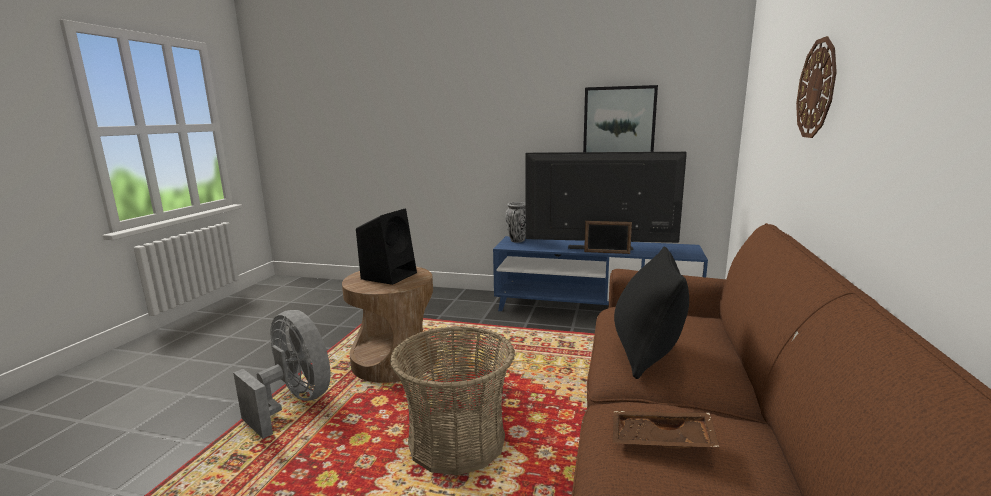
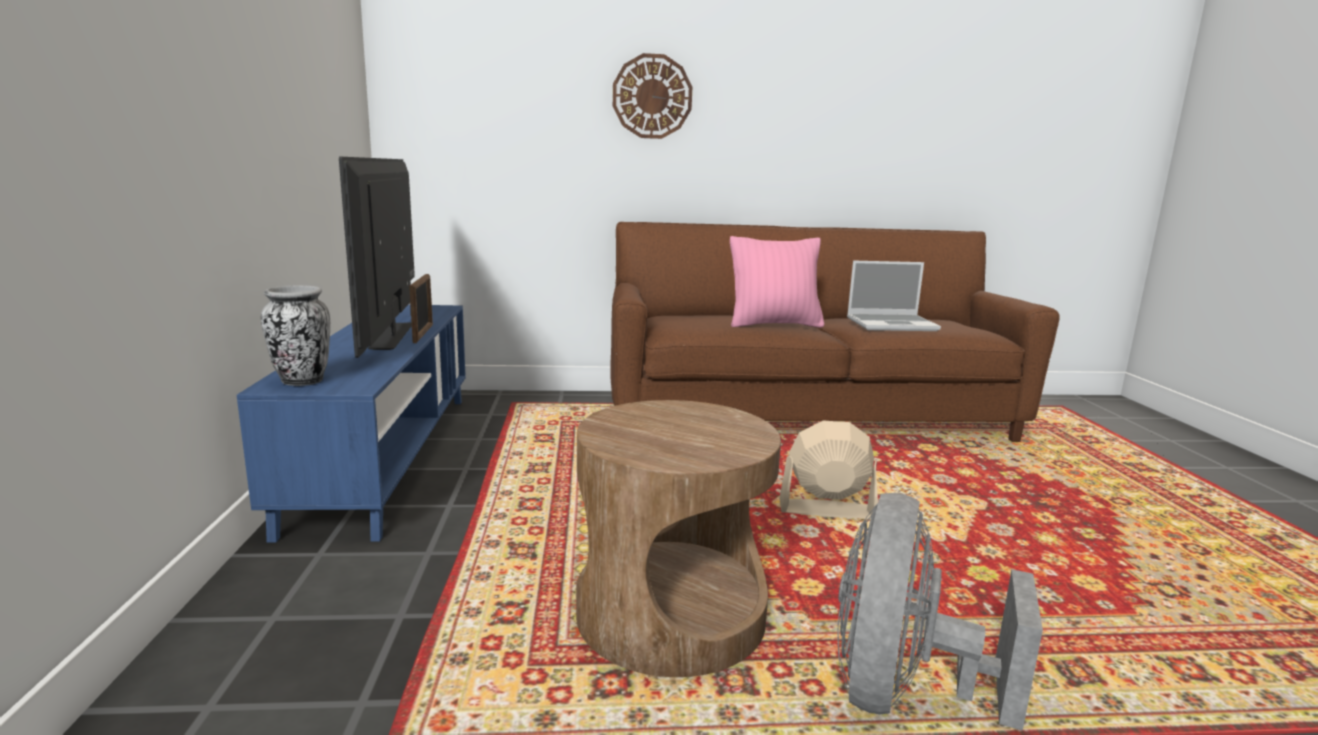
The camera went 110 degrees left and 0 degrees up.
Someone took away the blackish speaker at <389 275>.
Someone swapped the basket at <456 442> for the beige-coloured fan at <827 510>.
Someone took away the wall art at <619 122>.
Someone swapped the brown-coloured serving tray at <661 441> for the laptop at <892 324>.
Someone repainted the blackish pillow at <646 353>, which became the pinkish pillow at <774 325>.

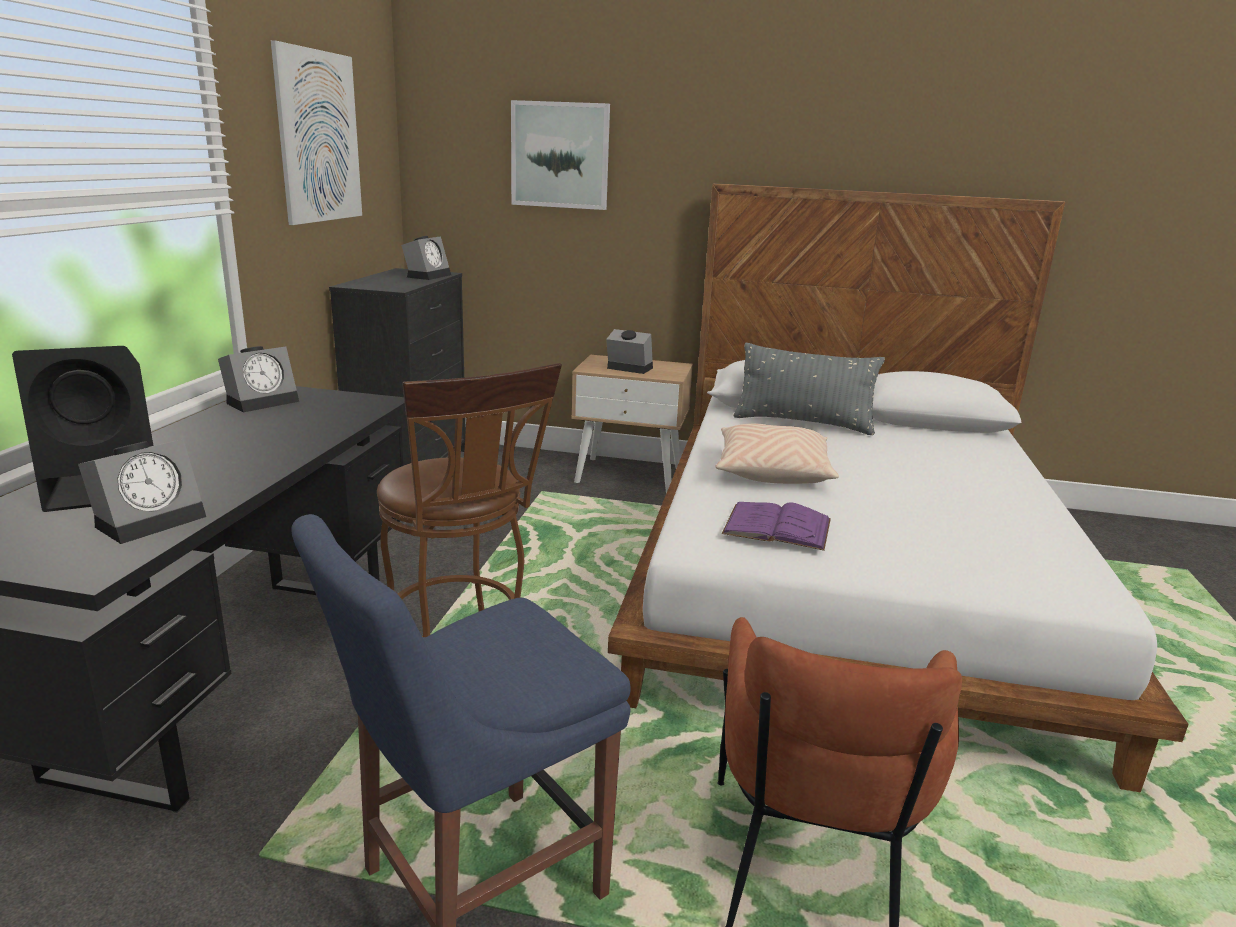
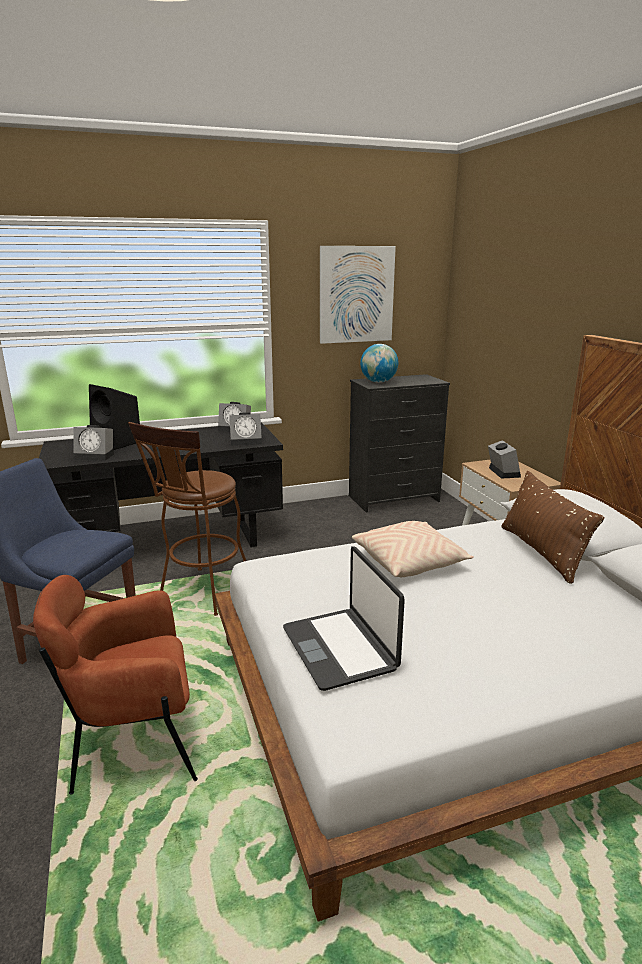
The camera went 60 degrees right and 0 degrees up.
Someone carried the table clock from <428 275> to <247 441>.
Someone took away the wall art at <560 155>.
Someone took away the purplish volume at <777 526>.
Someone repainted the gray pillow at <803 423>, which became the brown-coloured pillow at <541 552>.
Someone put down the laptop at <340 648>.
Someone put down the world globe at <378 382>.

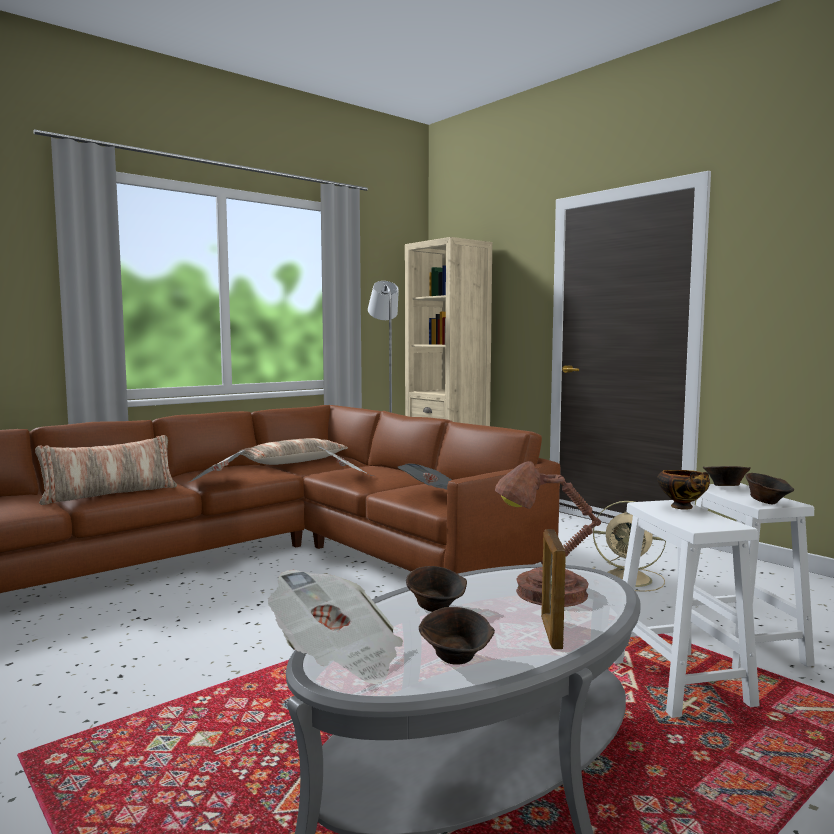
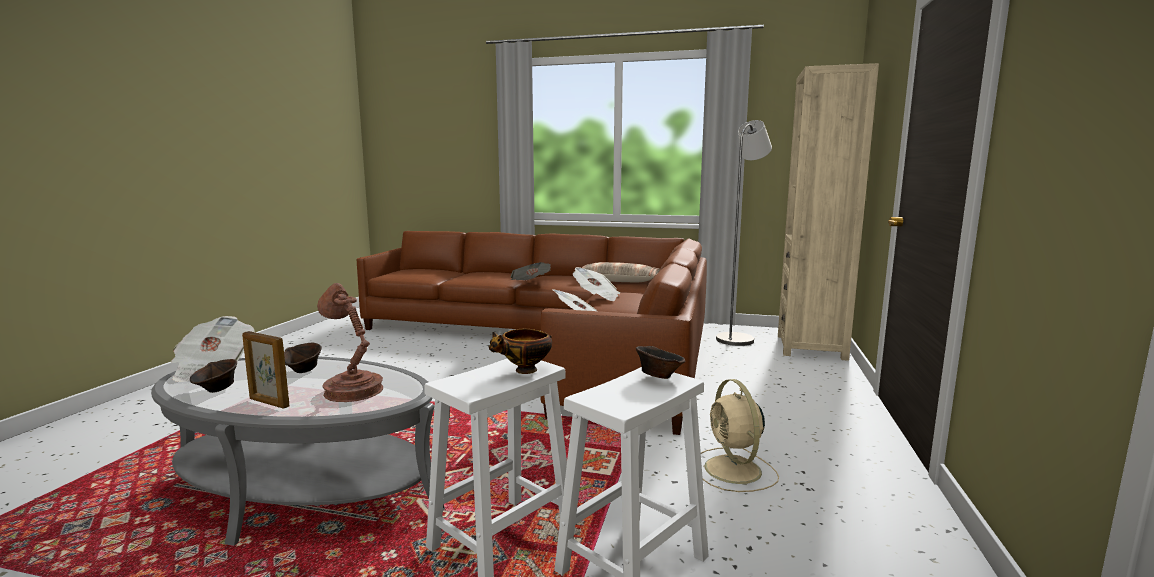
The camera went 55 degrees right and 5 degrees up.
Someone took away the pillow at <109 494>.
Someone rotated the standing frame at <551 633> by 120 degrees counterclockwise.
Someone took away the brown-coloured serving bowl at <767 502>.

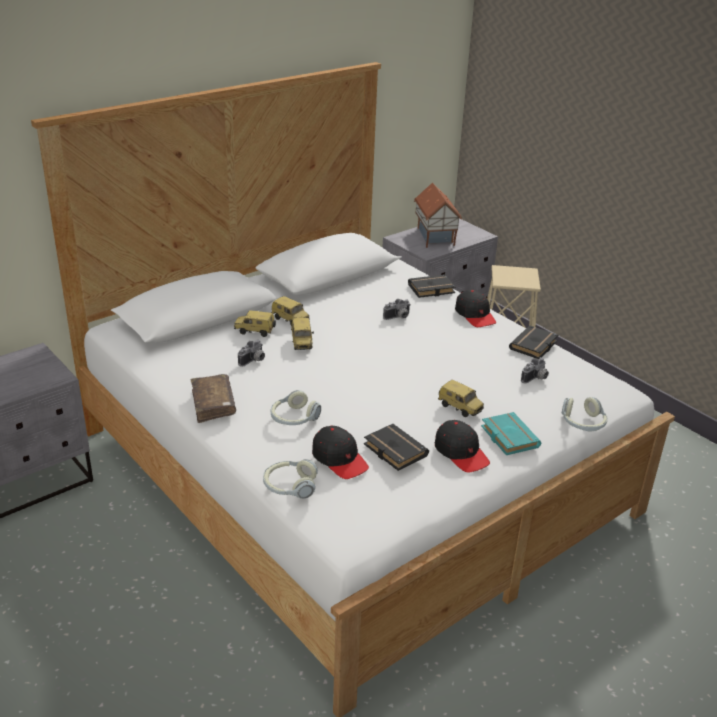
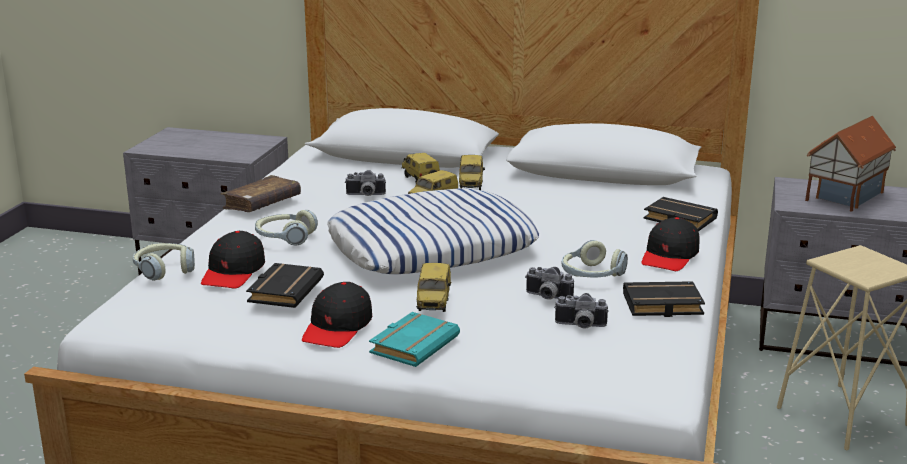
The camera went 55 degrees right and 10 degrees down.
Someone carried the photo camera from <398 317> to <547 297>.
Someone carried the pair of headphones from <582 423> to <591 275>.
Someone put down the pillow at <431 247>.

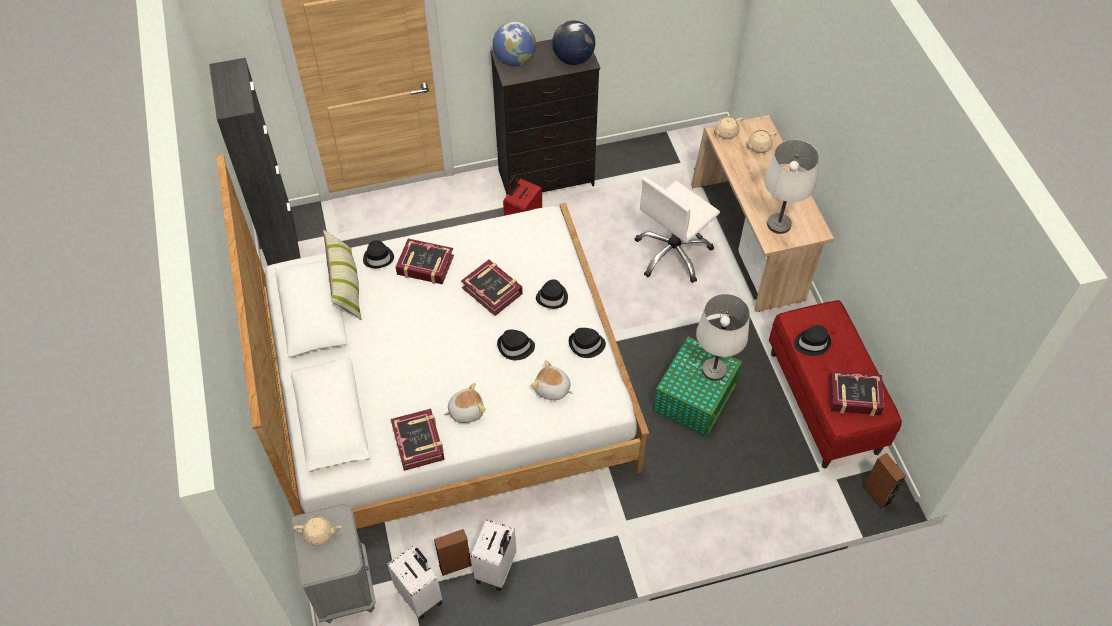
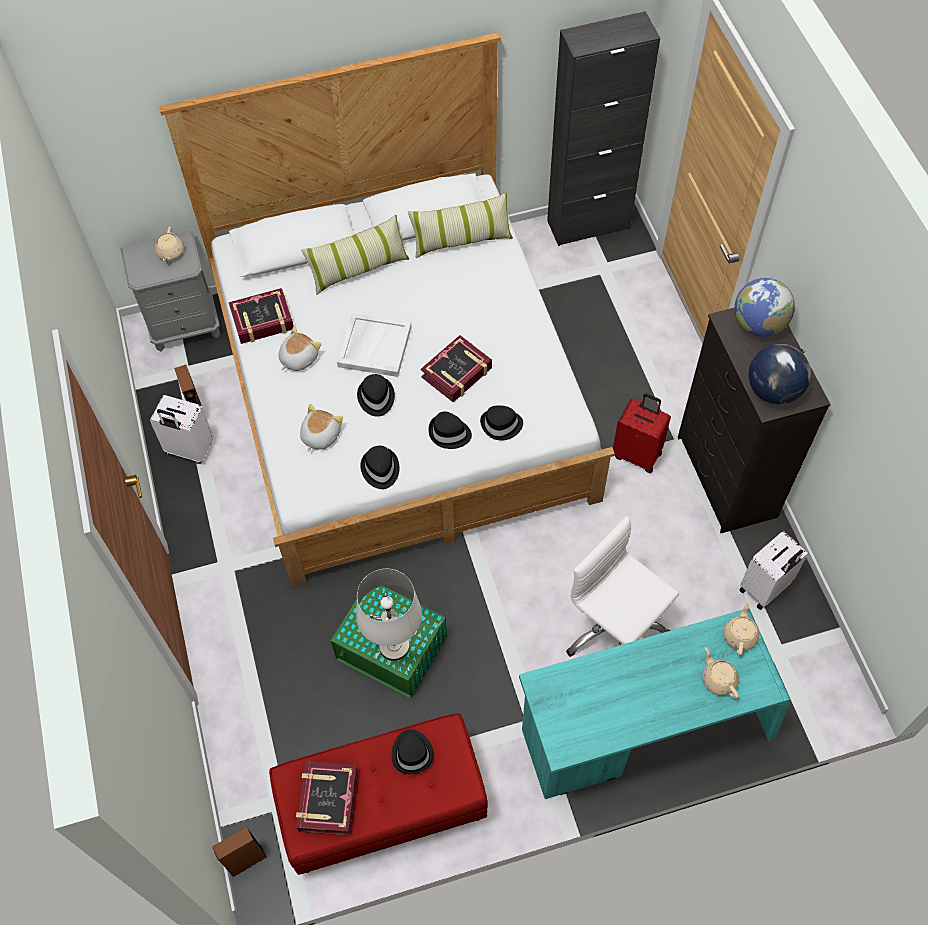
The camera went 90 degrees right and 5 degrees up.
Someone carried the blackish wearable hat from <378 257> to <501 425>.
Someone carried the white travel case from <420 595> to <765 588>.
Someone took away the volume at <425 265>.
Someone rotated the plush toy at <466 410> by 120 degrees counterclockwise.
Someone repainted the beige-coloured desk unit at <749 242>, which became the blue-green desk unit at <644 731>.
Someone rotated the beige-coloured pot for tea at <725 133> by 45 degrees clockwise.
Someone took away the white lamp for a table at <779 224>.
Someone put down the pillow at <358 269>.
Someone put down the white serving tray at <374 346>.

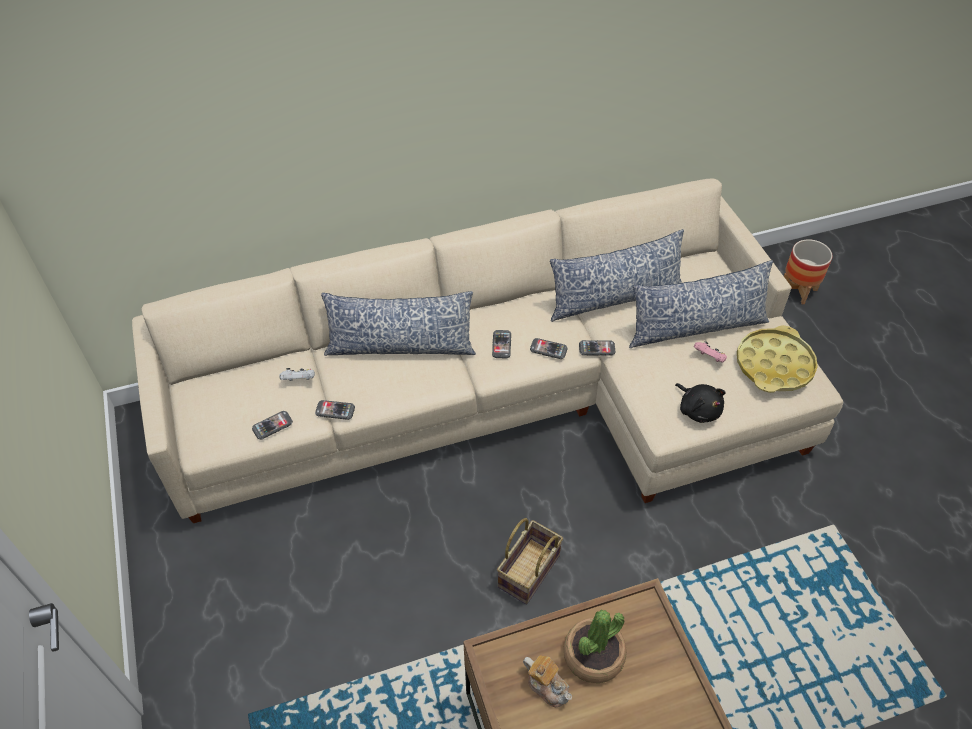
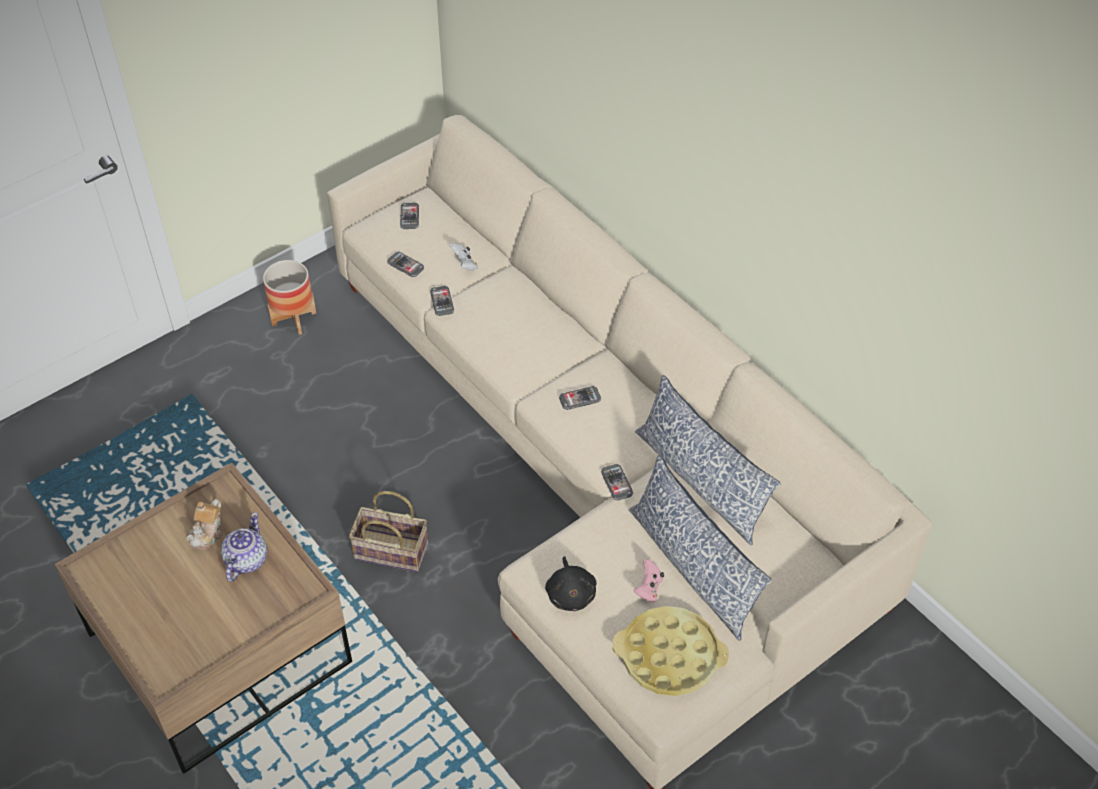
The camera went 70 degrees right and 0 degrees up.
Someone took away the pillow at <400 347>.
Someone carried the phone from <548 349> to <409 217>.
Someone swapped the plant in a pot at <593 655> for the pot for tea at <246 560>.
Someone rotated the blackish plush toy at <698 409> by 45 degrees counterclockwise.
Someone carried the planter from <797 290> to <294 318>.

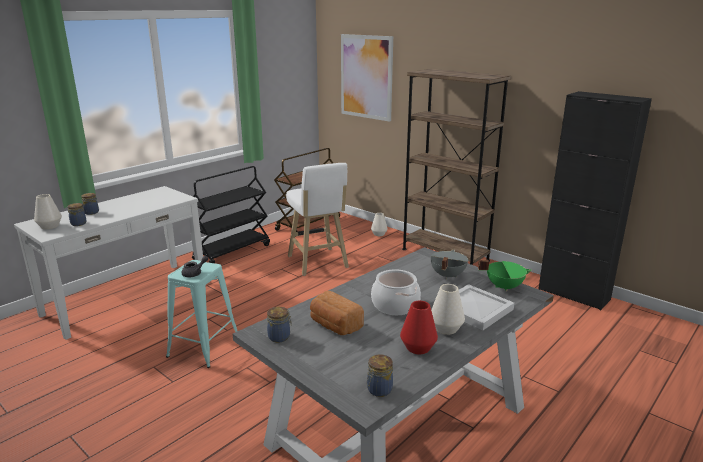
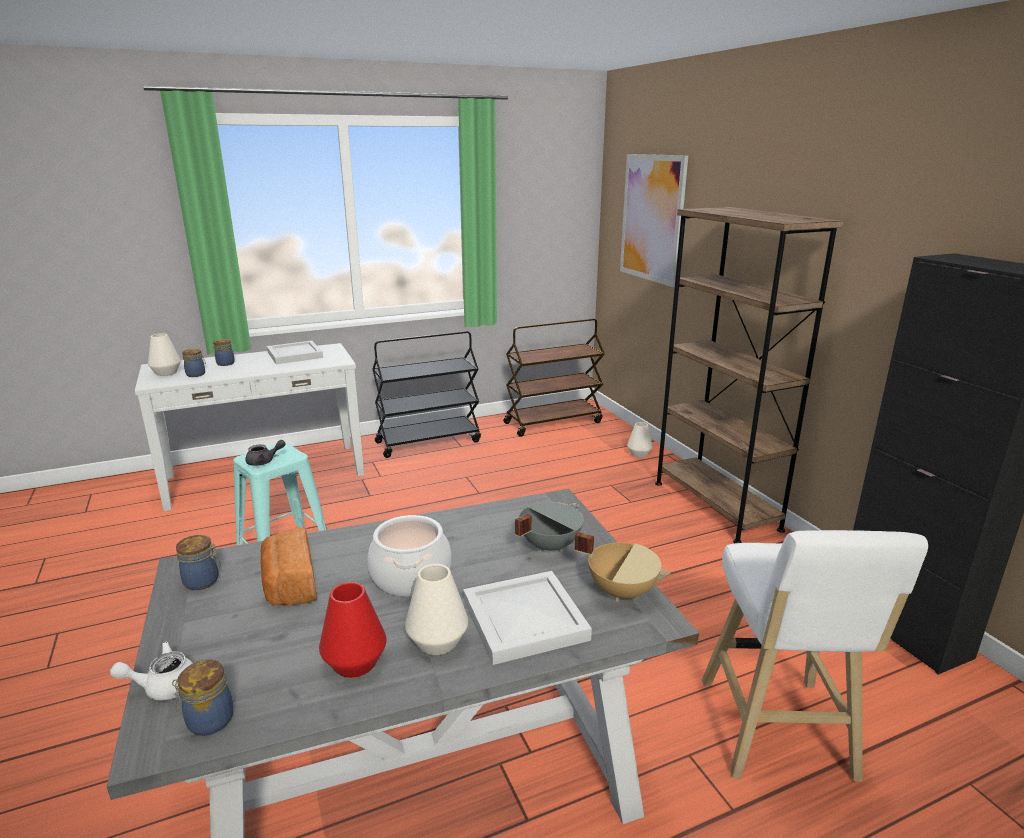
The camera went 25 degrees right and 0 degrees up.
Someone carried the white stool seat from <318 263> to <777 734>.
Someone repainted the green-coloured cooking pot at <504 286>, which became the beige-coloured cooking pot at <622 591>.
Someone put down the white pot for tea at <163 686>.
Someone put down the white serving tray at <294 355>.

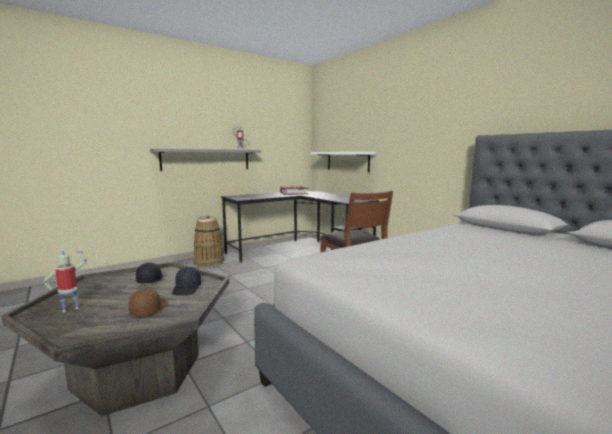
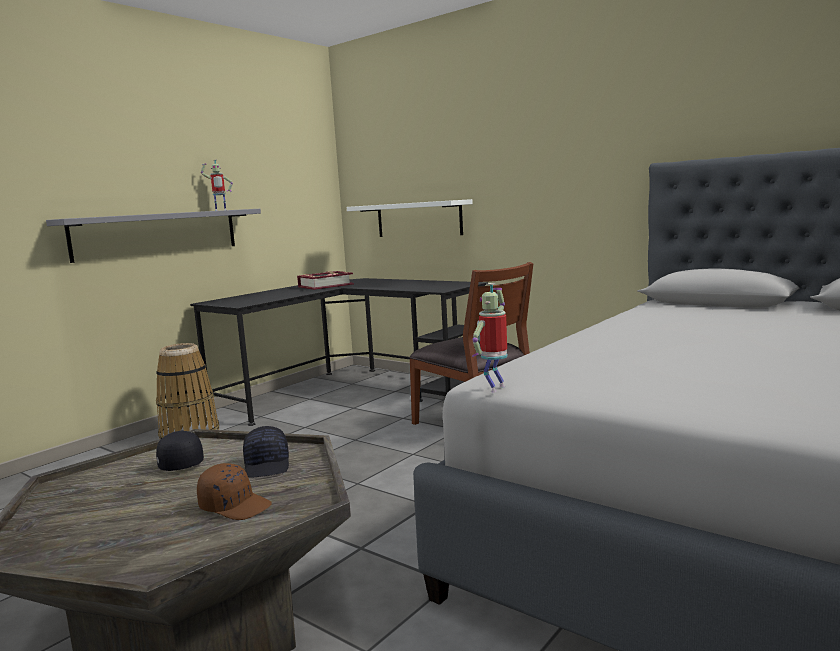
The camera went 15 degrees left and 0 degrees up.
Someone carried the robot figure from <71 308> to <494 388>.
Someone rotated the brown-coloured baseball cap at <149 309> by 120 degrees clockwise.

